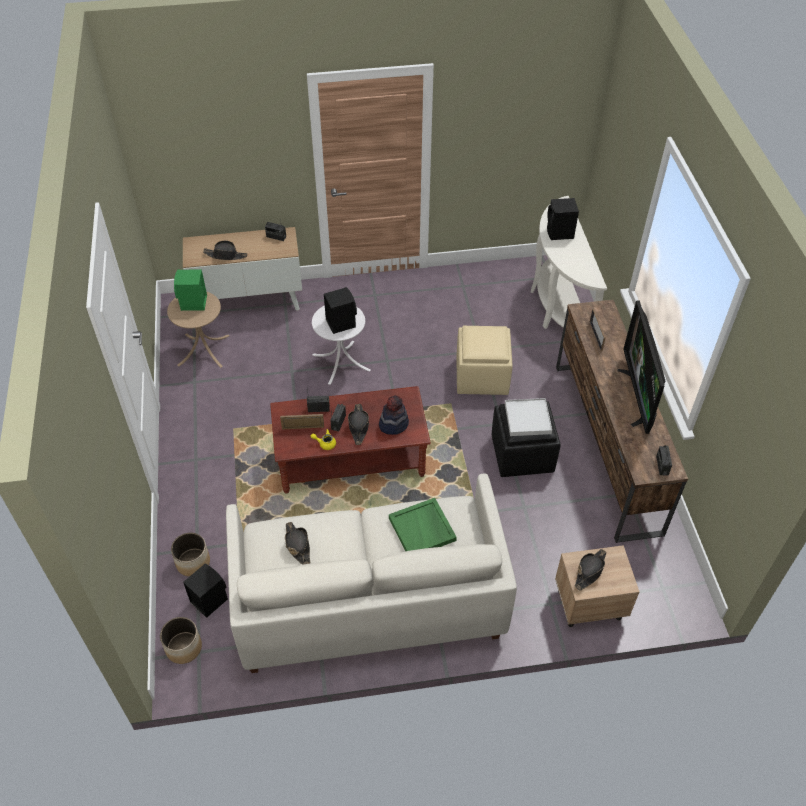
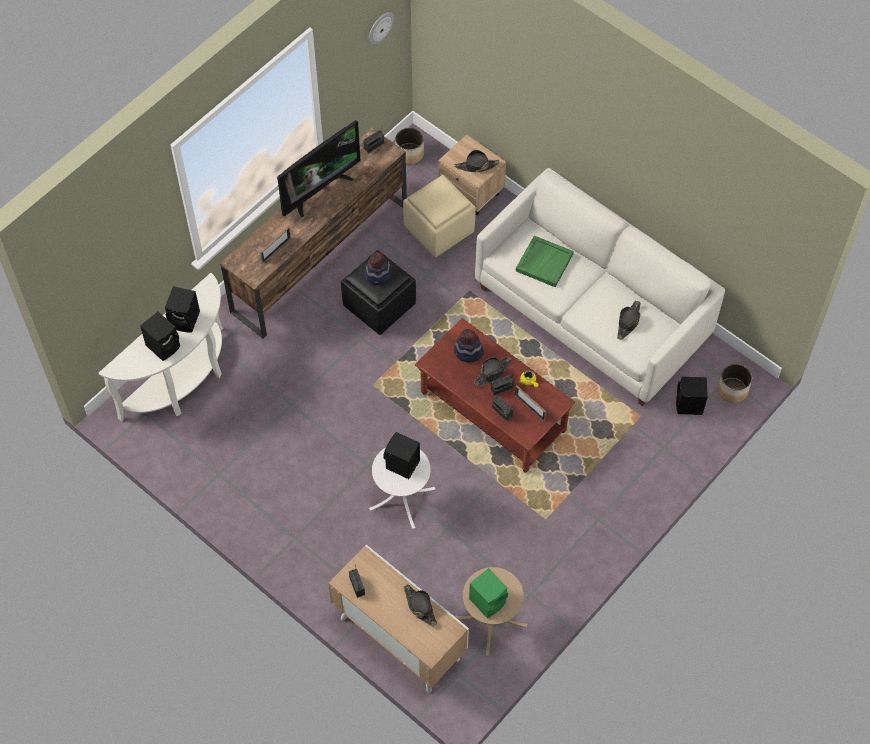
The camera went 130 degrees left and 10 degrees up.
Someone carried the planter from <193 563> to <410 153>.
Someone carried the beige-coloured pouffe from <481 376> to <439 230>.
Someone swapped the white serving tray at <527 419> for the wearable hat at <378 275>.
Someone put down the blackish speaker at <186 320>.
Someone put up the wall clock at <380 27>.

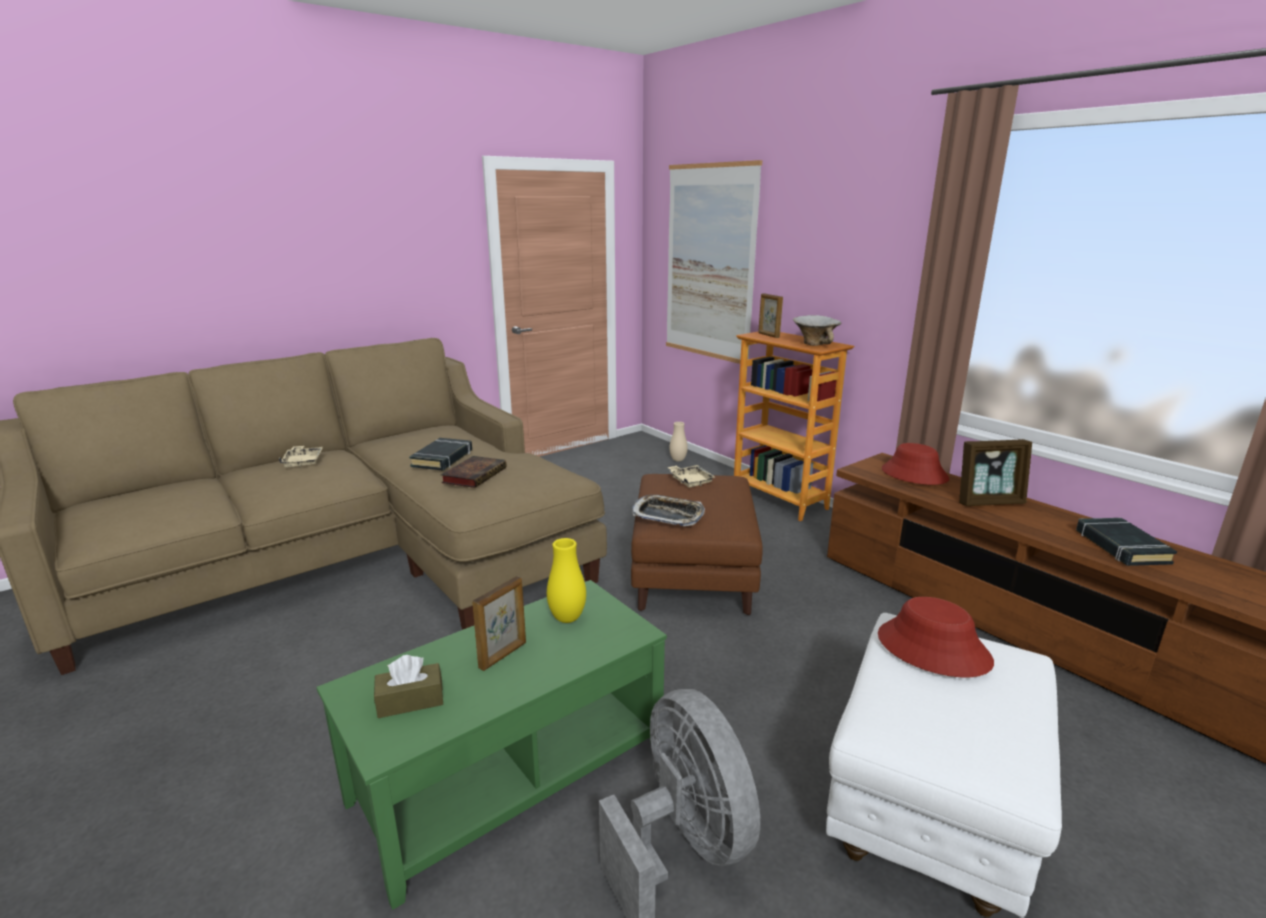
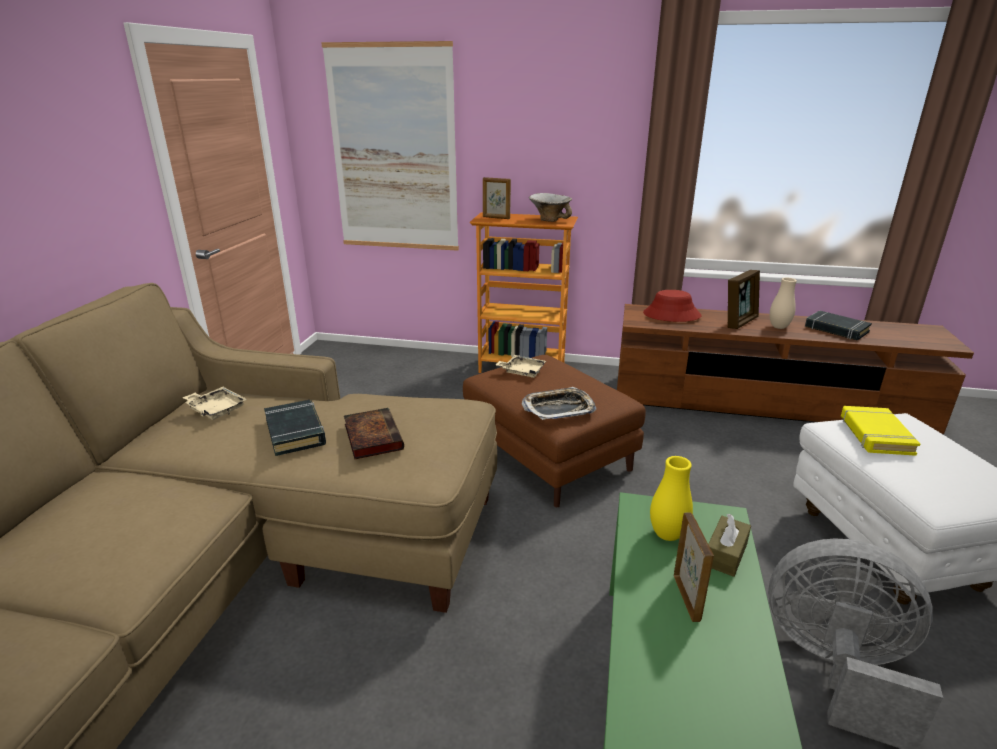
The camera went 40 degrees left and 5 degrees up.
Someone carried the beige-coloured serving tray from <303 462> to <216 409>.
Someone carried the brown-coloured tissue holder from <410 701> to <725 554>.
Someone carried the beige-coloured decorative vase from <678 460> to <778 327>.
Someone swapped the red wearable hat at <932 649> for the yellow-coloured volume at <875 435>.

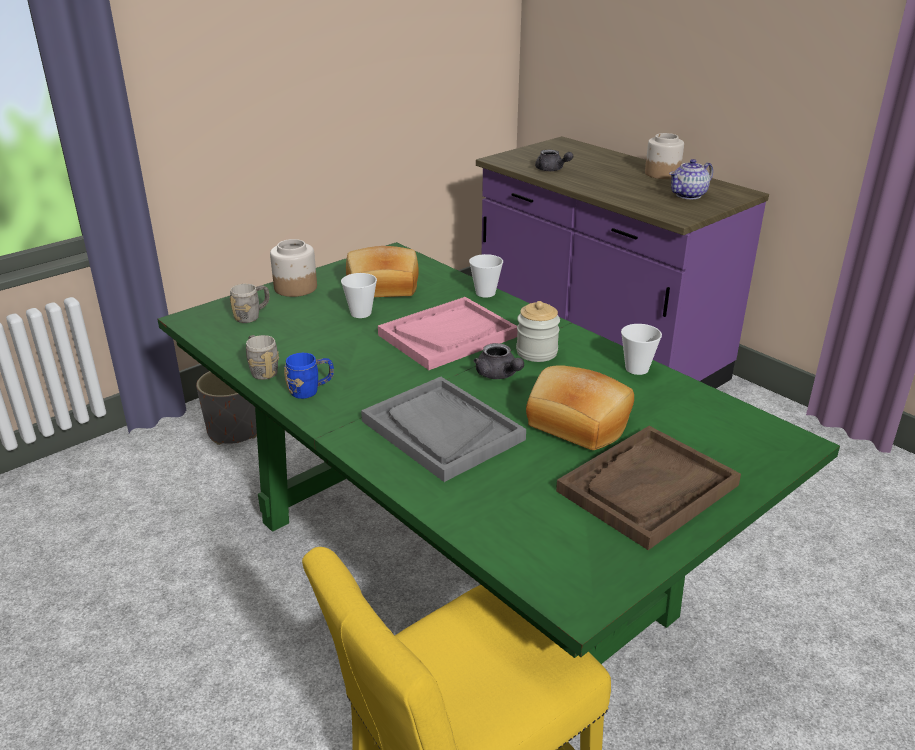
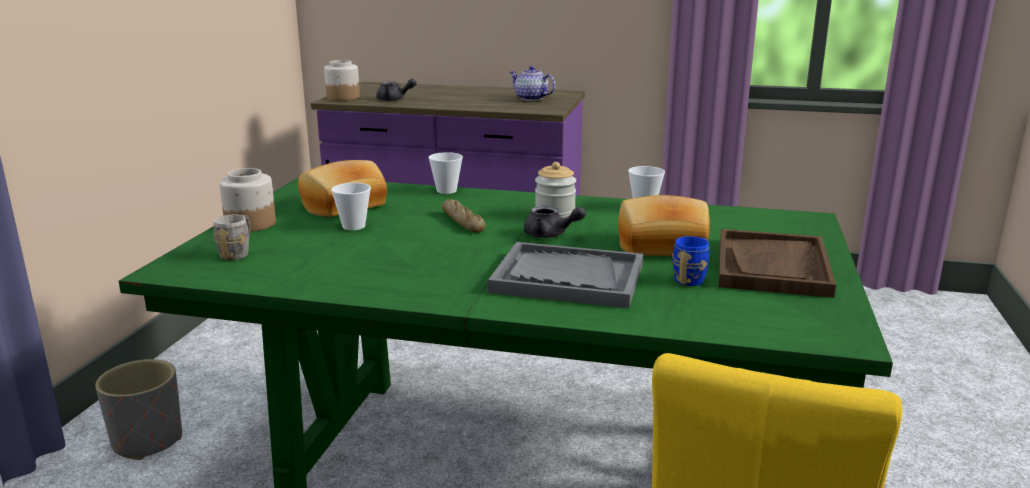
The camera went 35 degrees left and 10 degrees down.
Someone took away the gray coffee mug at <262 370>.
Someone carried the bluish coffee mug from <311 391> to <692 278>.
Someone swapped the pinkish serving tray at <448 335> for the bread at <463 222>.
Someone carried the jar from <661 173> to <342 97>.
Someone rotated the pot for tea at <689 195> by 105 degrees clockwise.

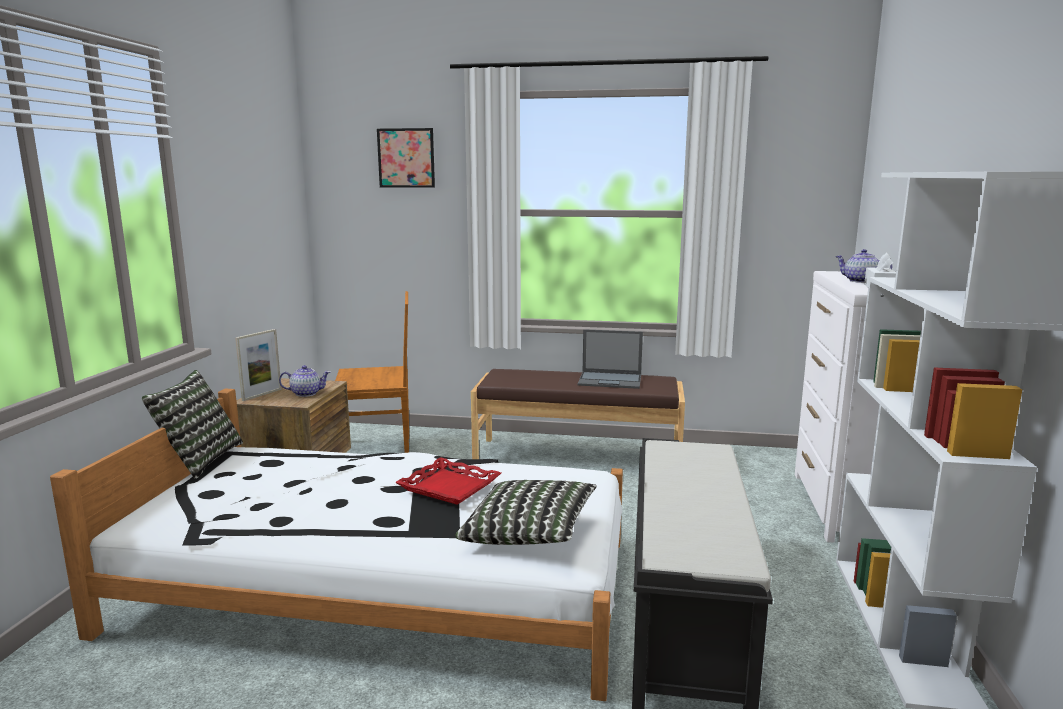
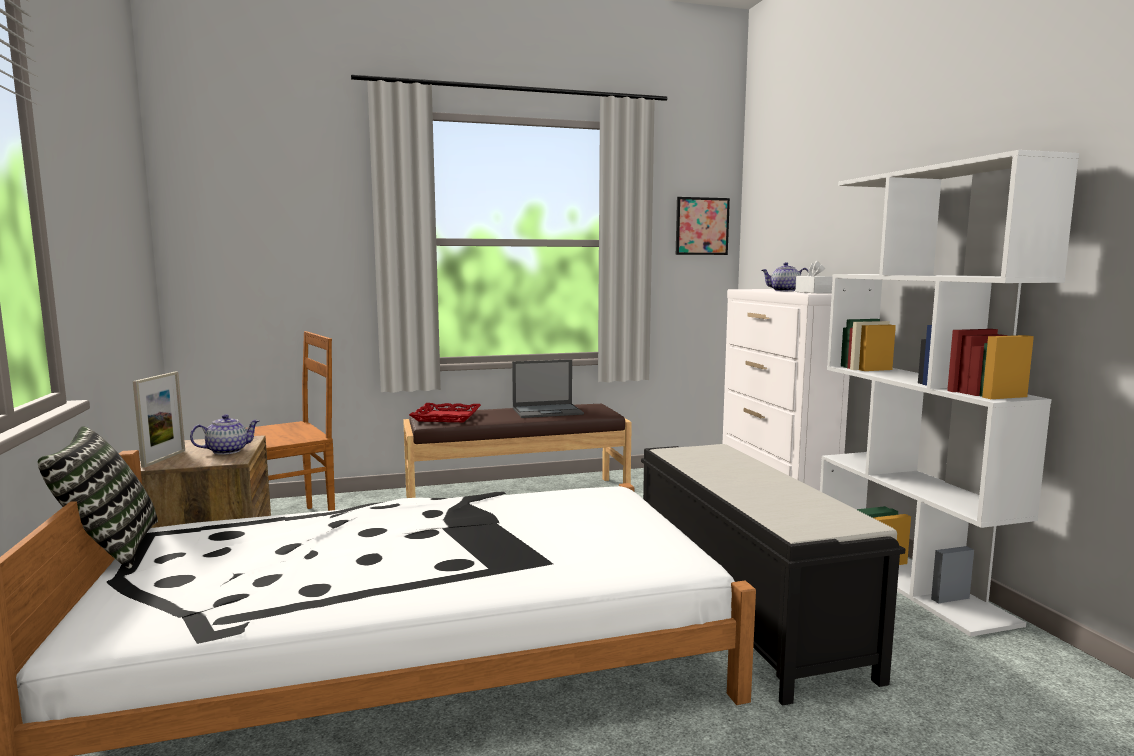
The camera went 25 degrees left and 5 degrees down.
Someone carried the wall art from <406 158> to <702 226>.
Someone carried the red serving tray from <448 487> to <446 417>.
Someone took away the pillow at <529 534>.

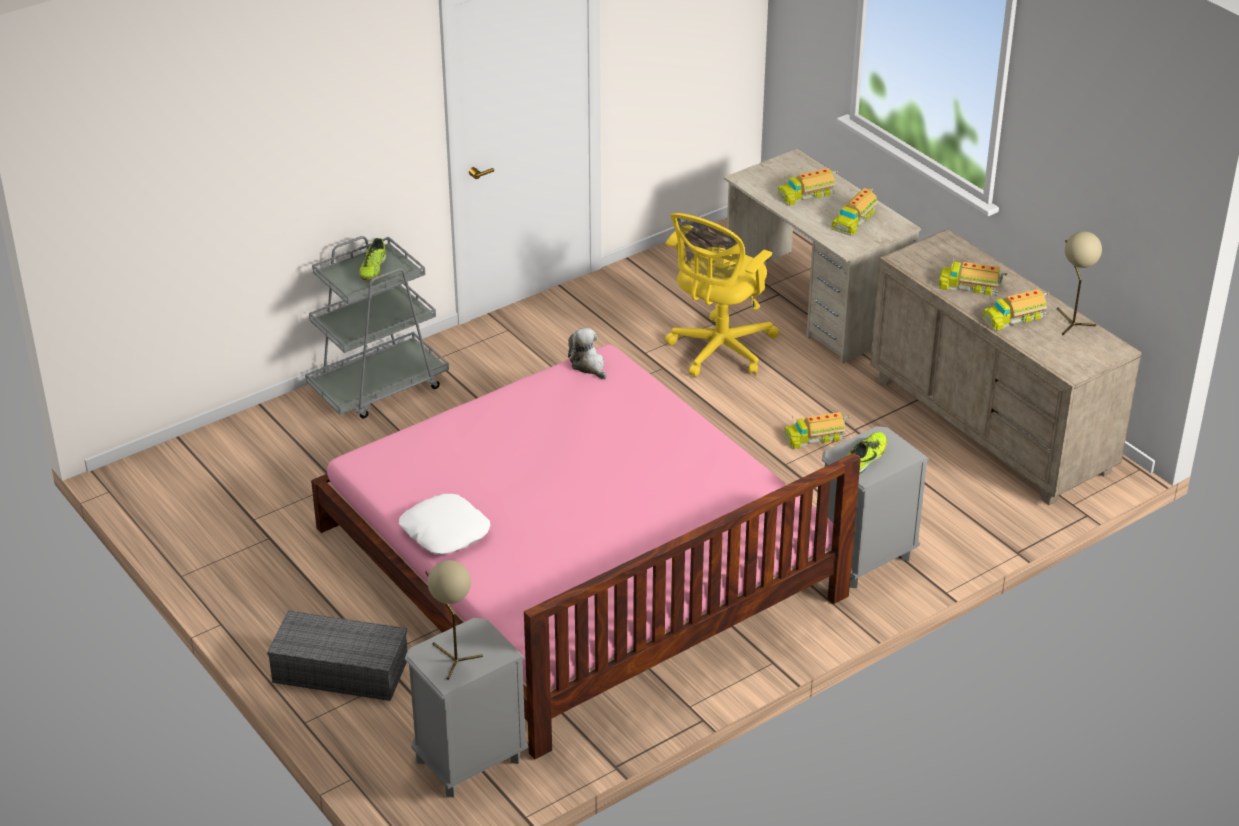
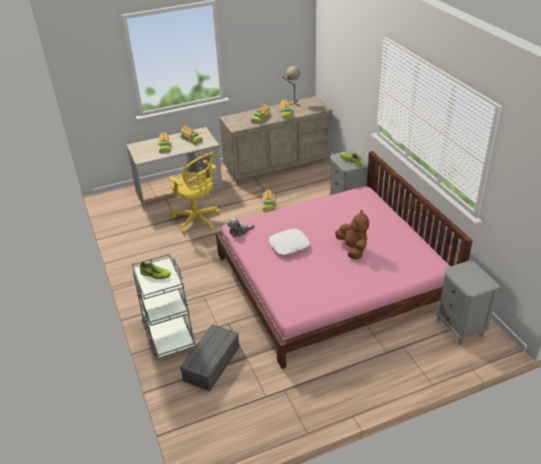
The camera went 75 degrees left and 0 degrees up.
Someone carried the gray storage bin from <338 671> to <212 364>.
Someone carried the white pillow from <444 532> to <289 245>.
Someone took away the beige-coloured lamp for a table at <453 659>.
Someone put down the brown-coloured plush toy at <353 249>.

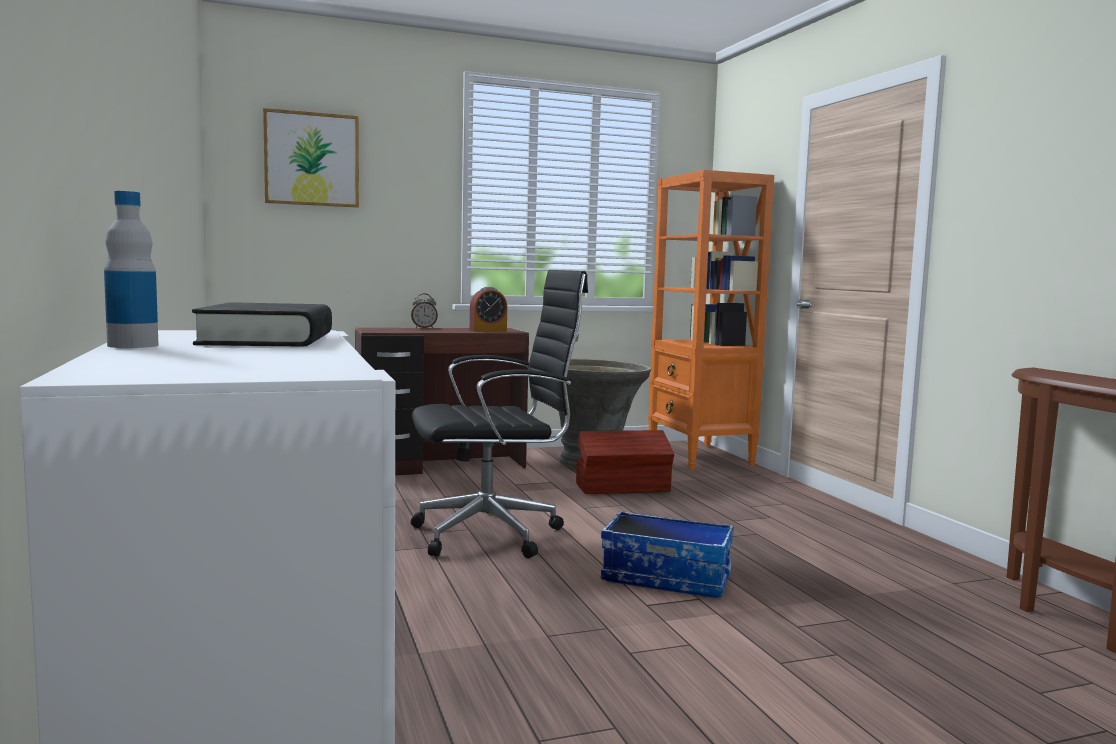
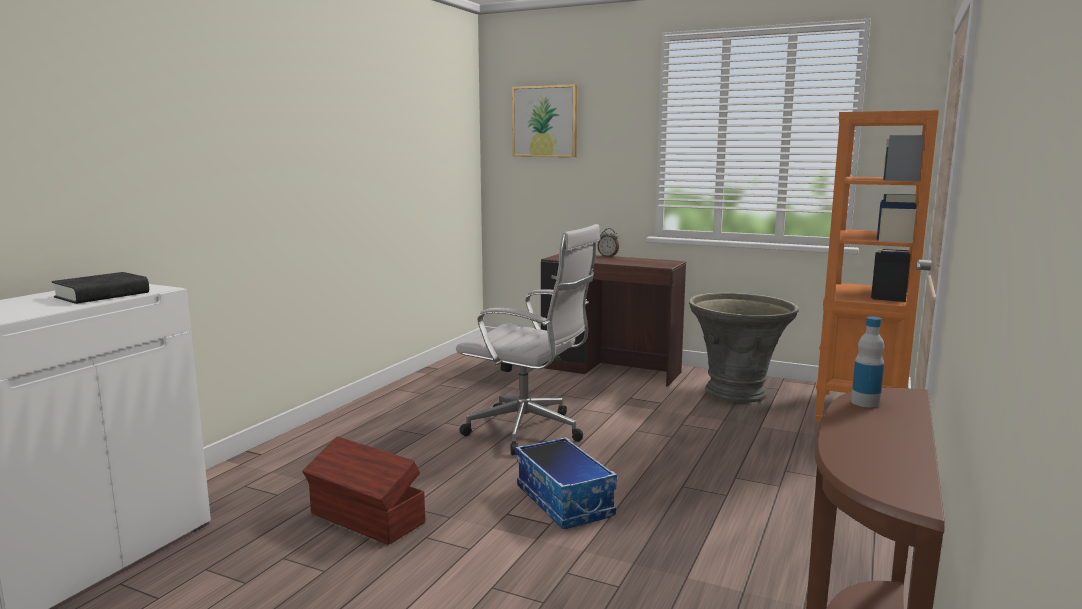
The camera went 45 degrees right and 5 degrees up.
Someone carried the bottle from <133 345> to <865 402>.
Someone repainted the blackish computer chair at <494 534>, which became the white computer chair at <530 432>.
Someone took away the table clock at <488 331>.
Someone carried the brown-coloured storage bin from <624 488> to <366 519>.

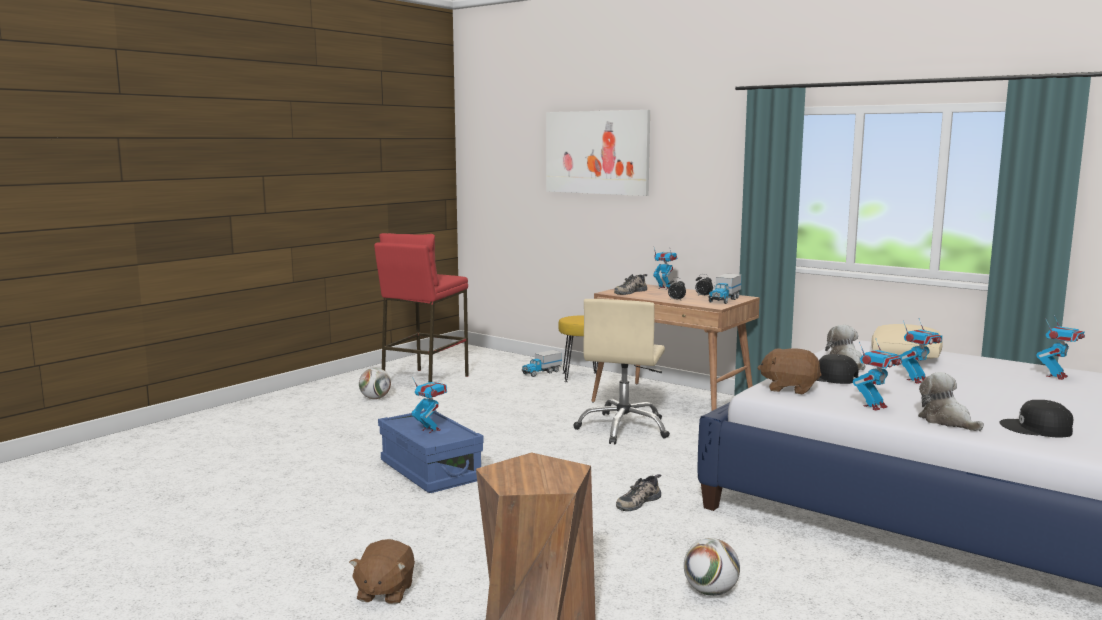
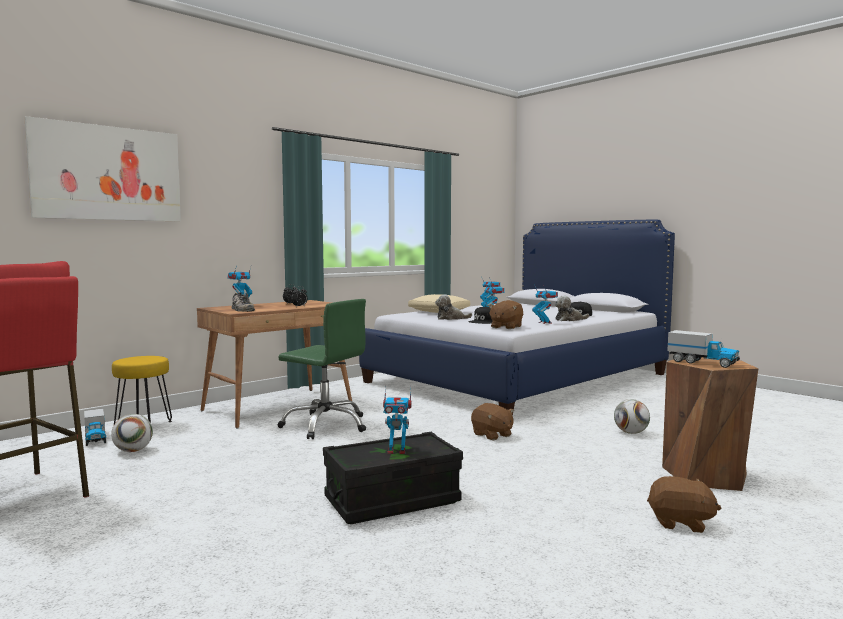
The camera went 80 degrees left and 5 degrees down.
Someone carried the football from <375 398> to <133 451>.
Someone repainted the bluish storage bin at <430 471>, which became the blackish storage bin at <392 501>.
Someone rotated the robot figure at <430 430> by 135 degrees counterclockwise.
Someone repainted the beige-coloured computer chair at <624 428>, which became the green-coloured computer chair at <326 425>.
Someone swapped the shoe at <637 501> for the brown-coloured plush toy at <492 435>.
Someone carried the toy truck from <724 300> to <702 363>.

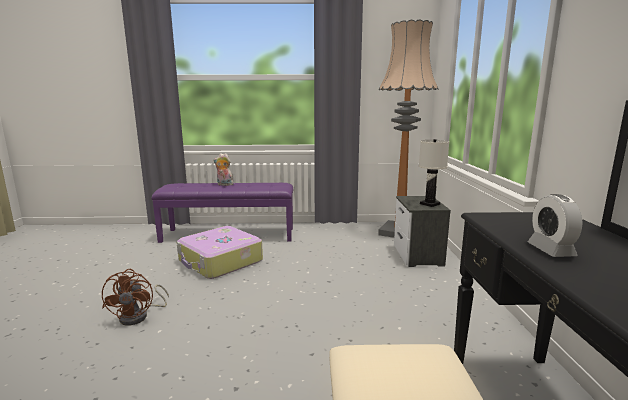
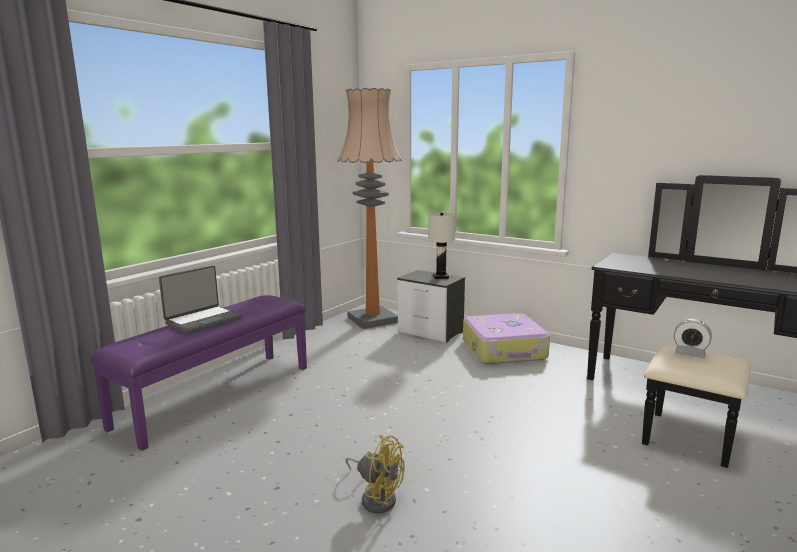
The camera went 55 degrees left and 0 degrees up.
Someone repainted the brown-coloured fan at <139 316>, which became the yellow-coloured fan at <377 497>.
Someone carried the travel case from <220 261> to <504 350>.
Someone swapped the plush toy at <224 185> for the laptop at <203 320>.
Someone carried the table clock from <550 250> to <690 354>.

